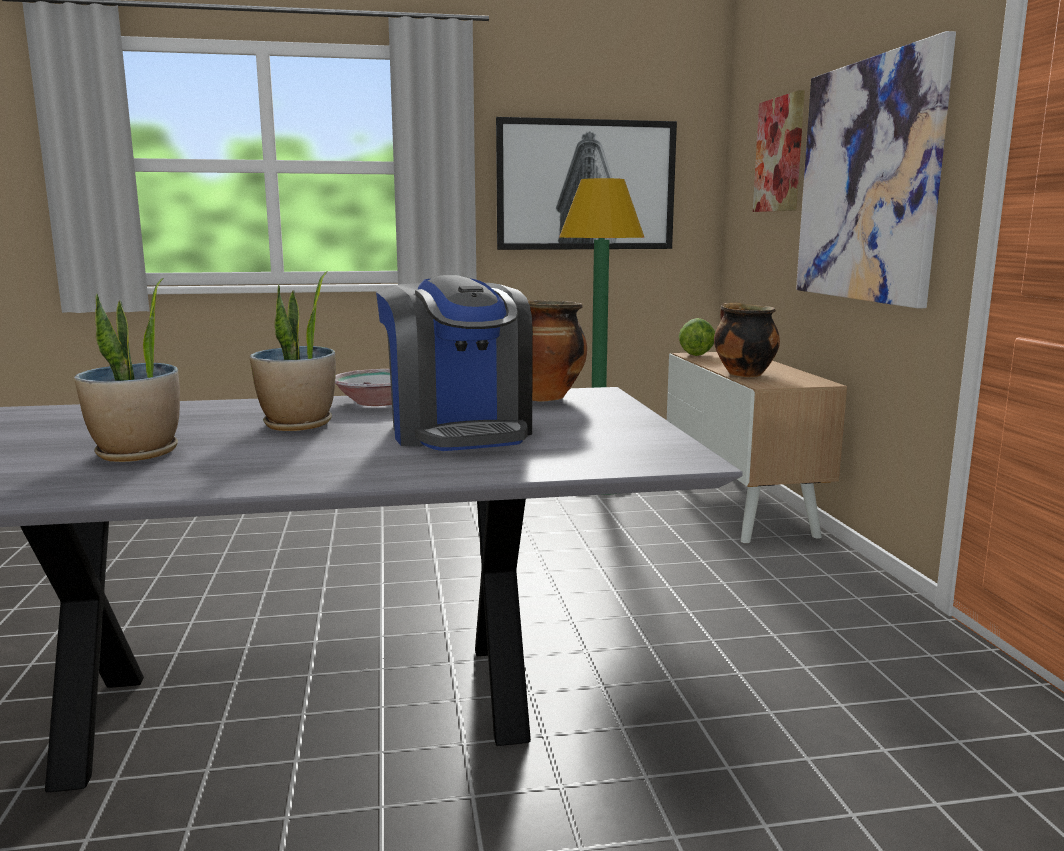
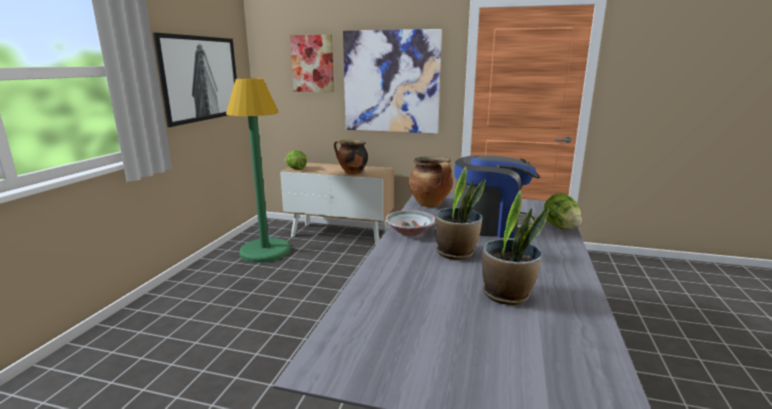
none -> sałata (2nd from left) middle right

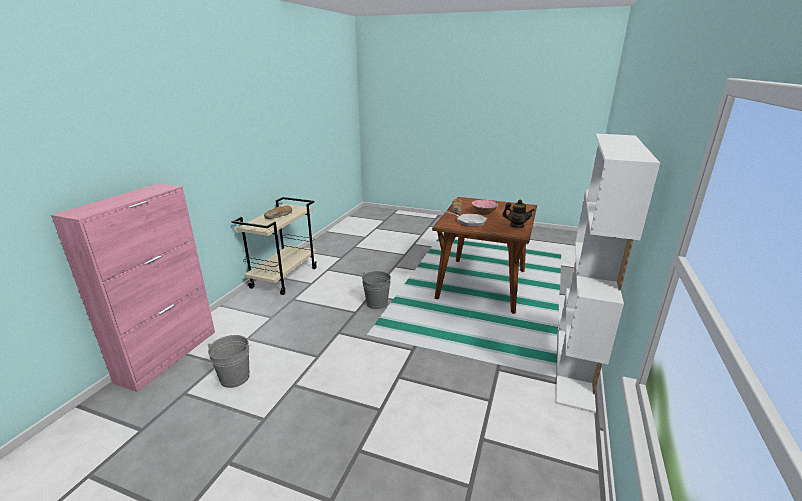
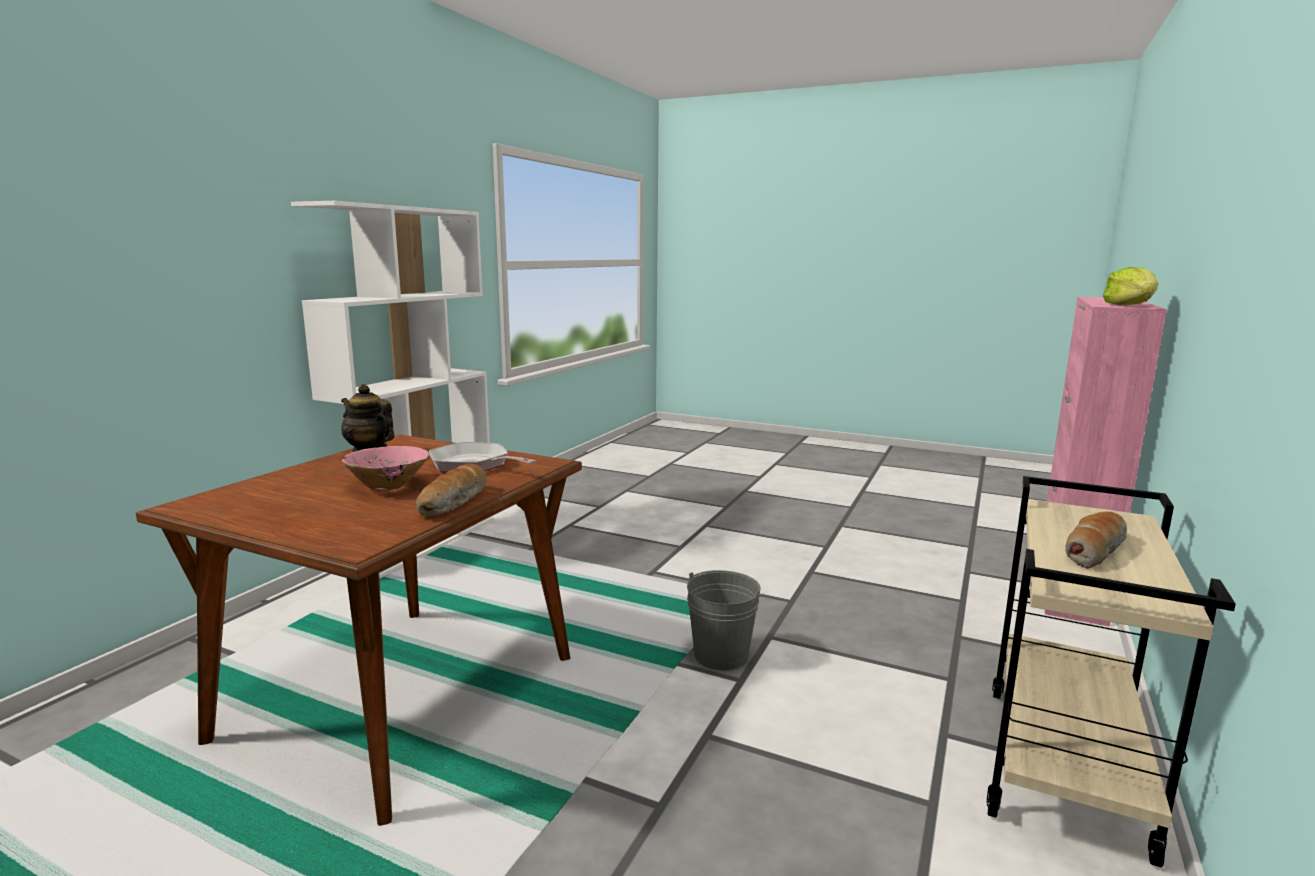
none -> sałata top right
wiadro (szary) (1st from left) bottom left -> none

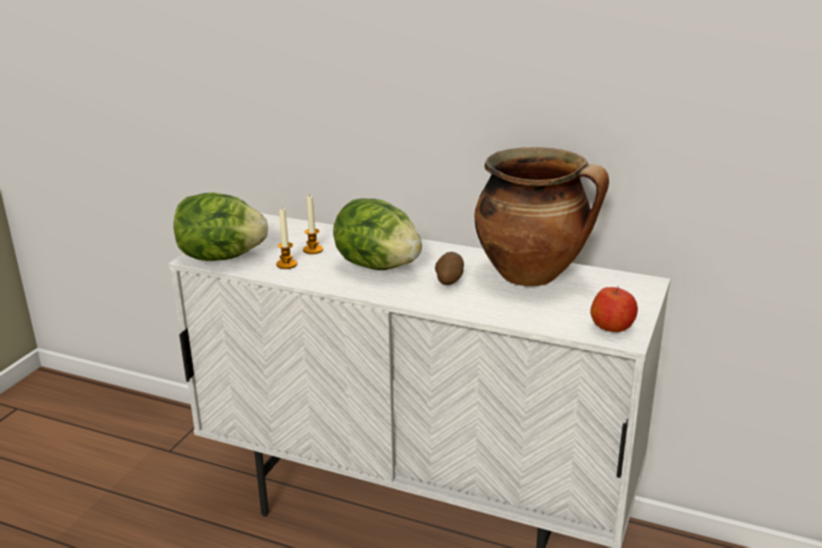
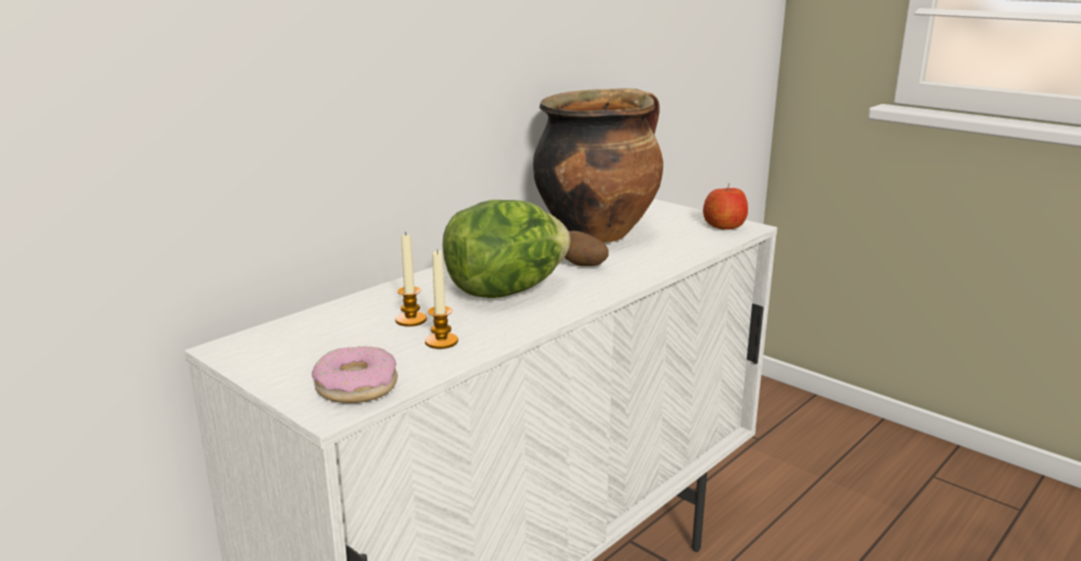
sałata (1st from left) middle left -> donut bottom left

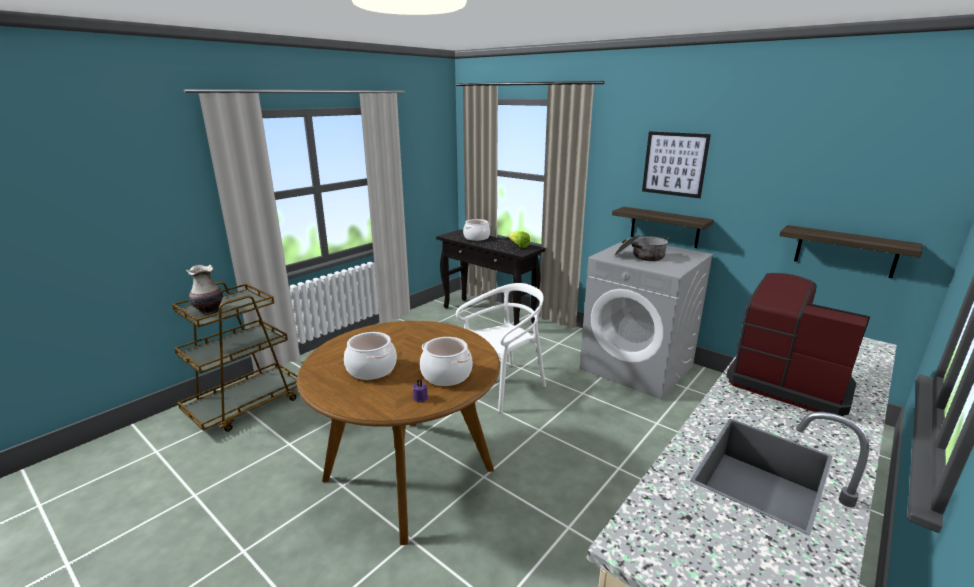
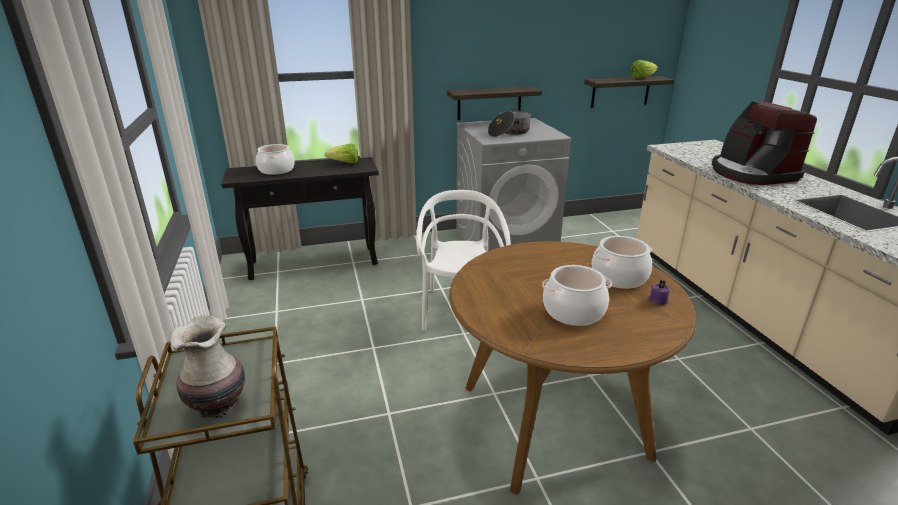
none -> sałata (2nd from left) top right
ekspres do kawy middle right -> ekspres do kawy top right, 90 degrees counterclockwise
obraz top right -> none

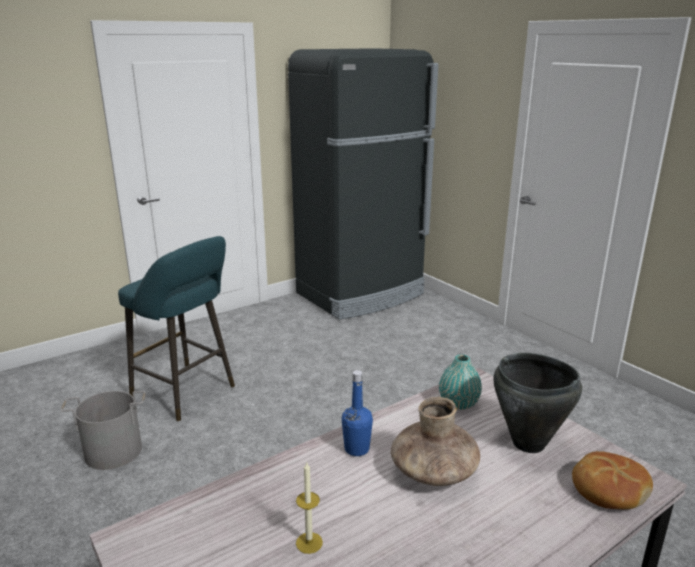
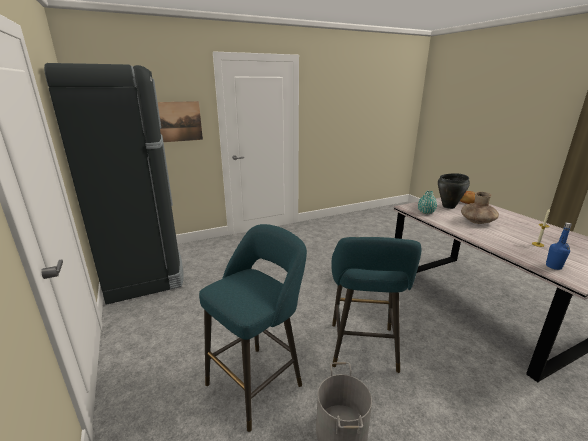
none -> obraz top left
none -> stołek (turkusowy) (2nd from left) bottom centre
butelka (niebieski) bottom centre -> butelka (niebieski) middle right, moved

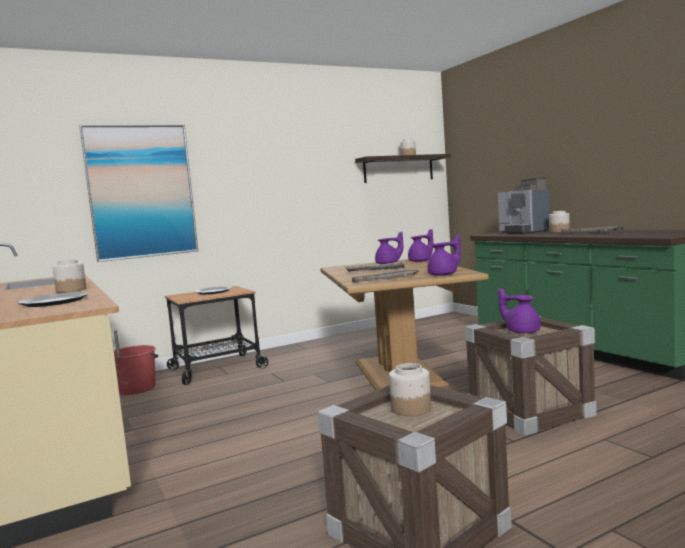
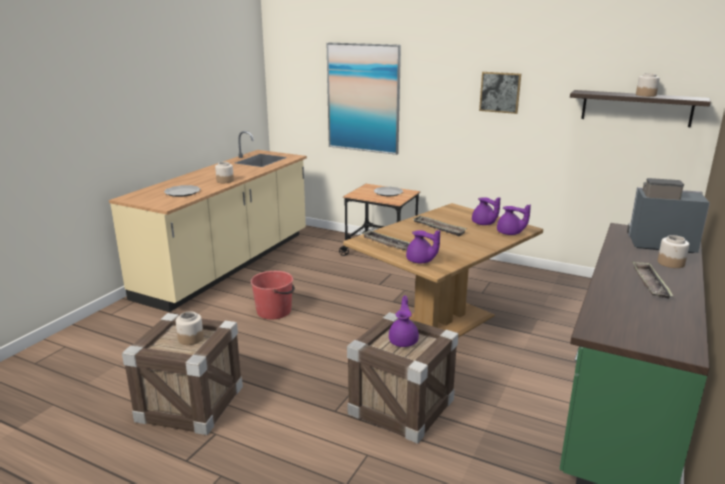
wiadro (czerwony) bottom left -> wiadro (czerwony) centre, moved
none -> obraz (2nd from left) top right
ekspres do kawy middle right, 75 degrees clockwise

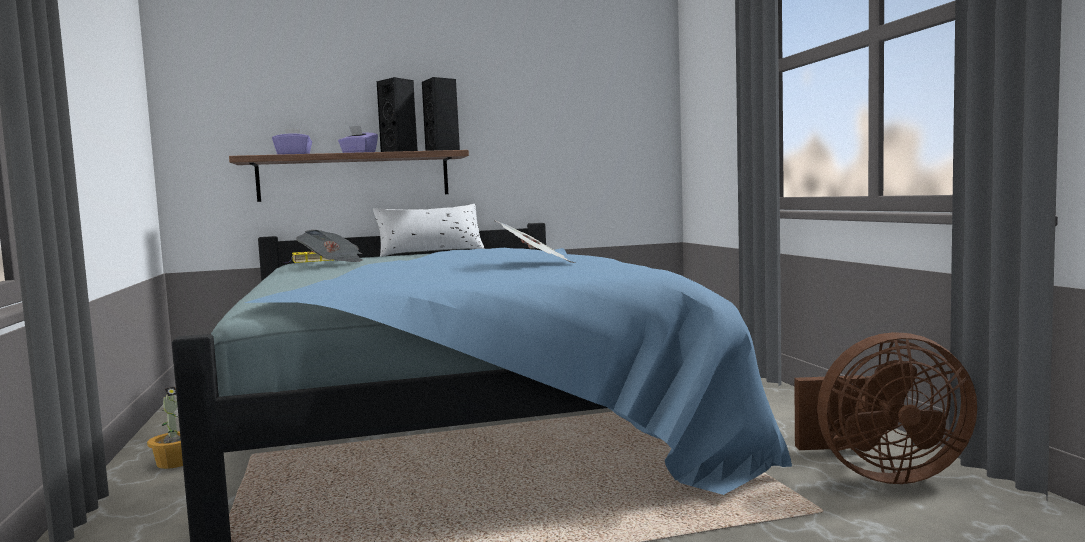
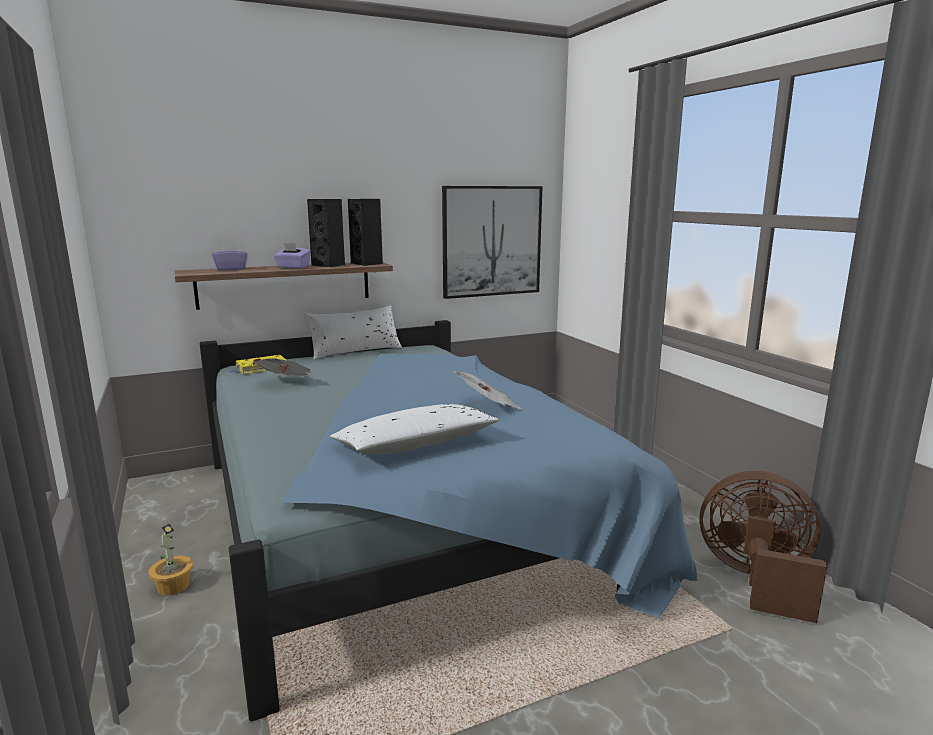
none -> poduszka (biały) (2nd from left) centre
none -> obraz top centre
wentylator (brązowy) bottom right, 150 degrees counterclockwise

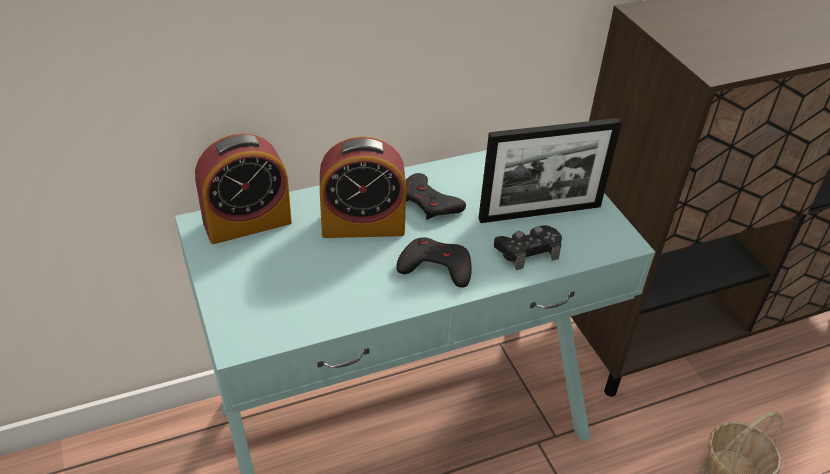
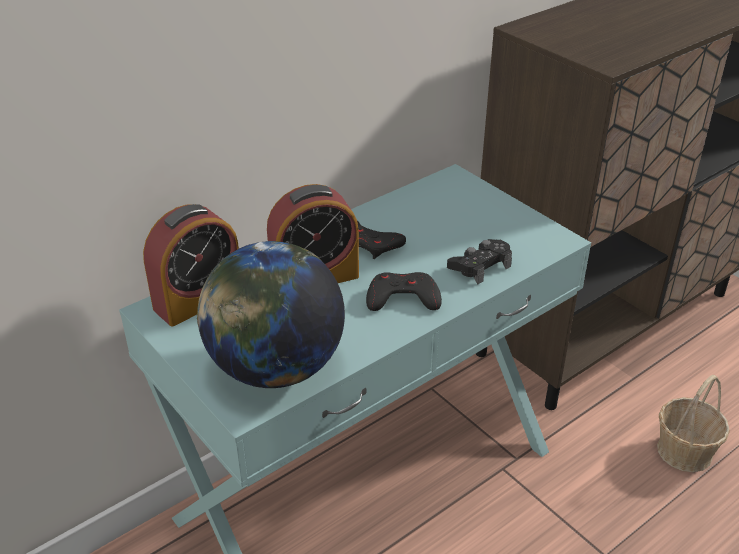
none -> globus centre
ramka na zdjęcie centre -> none

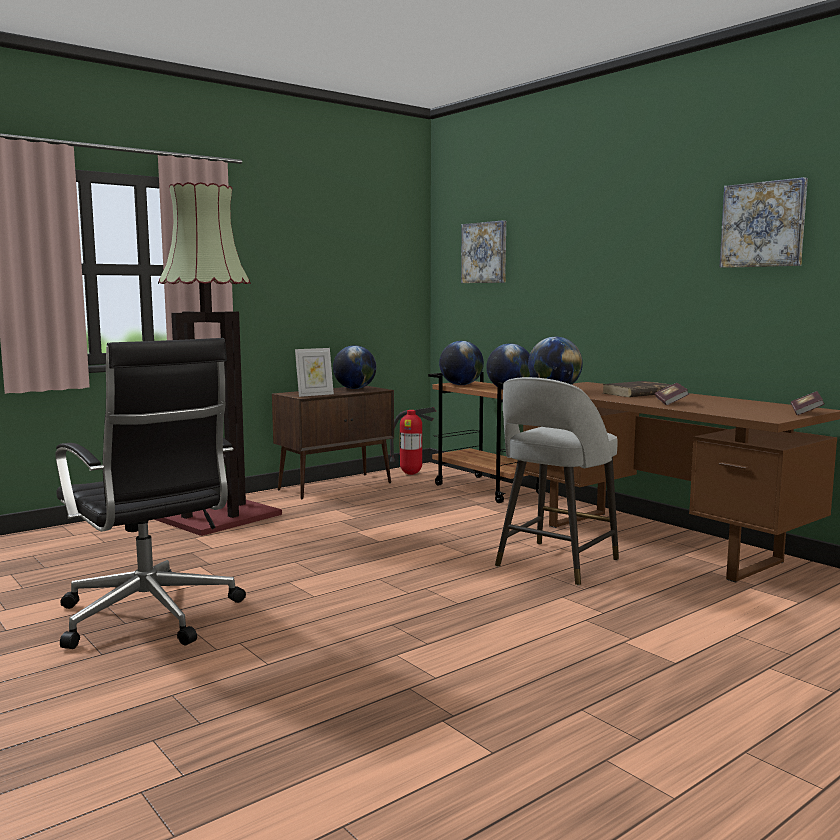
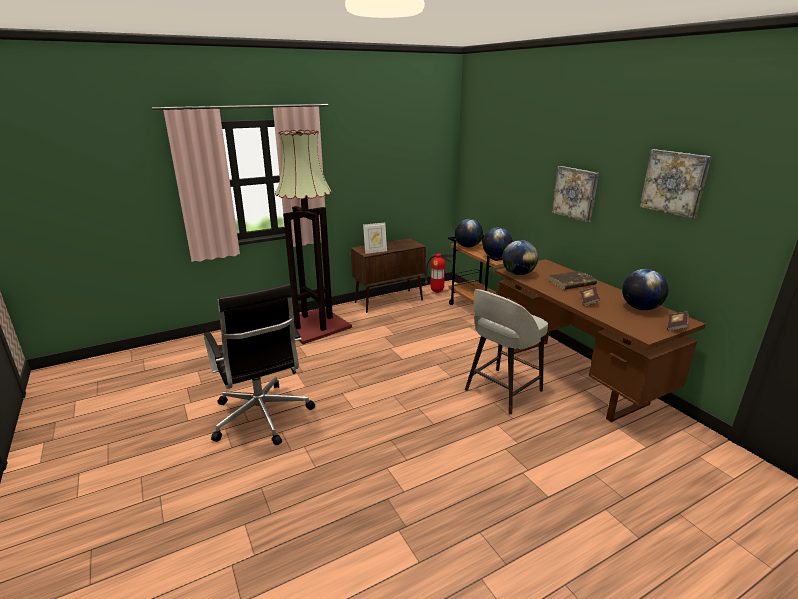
obraz (1st from left) top centre -> obraz (1st from left) top right, moved
globus (1st from left in the first image) centre -> globus (4th from left) middle right, moved

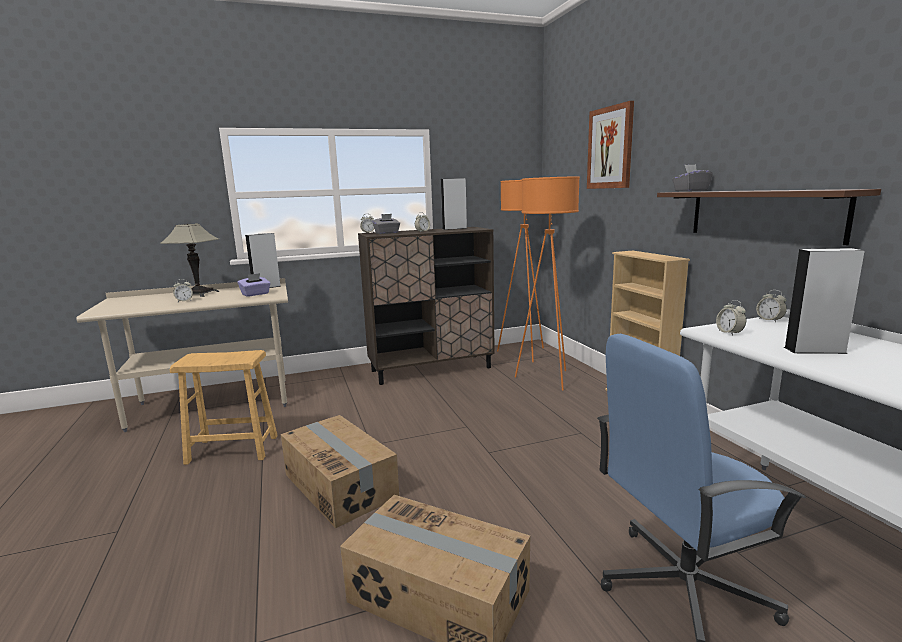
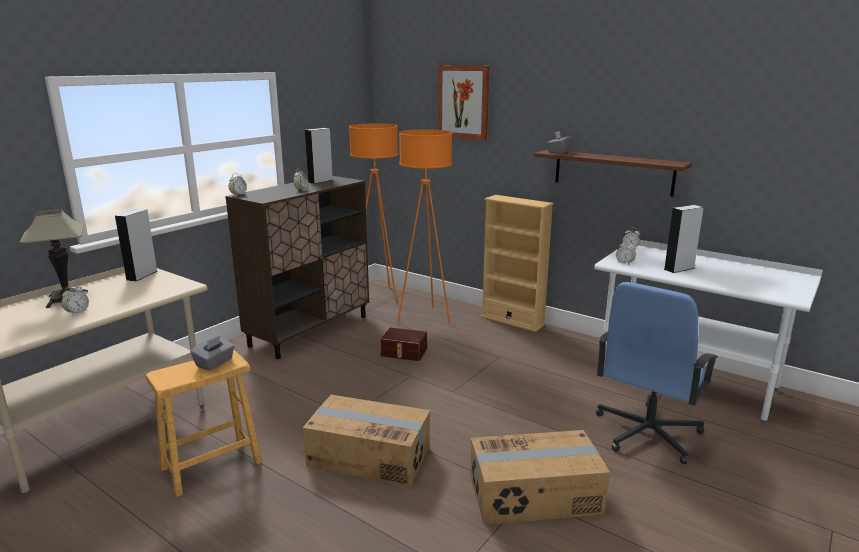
pudełko chusteczek (szary) (1st from left) centre -> pudełko chusteczek (szary) (1st from left) middle left, moved
none -> pojemnik do przechowywania (brązowy) centre
pudełko chusteczek (fioletowy) middle left -> none

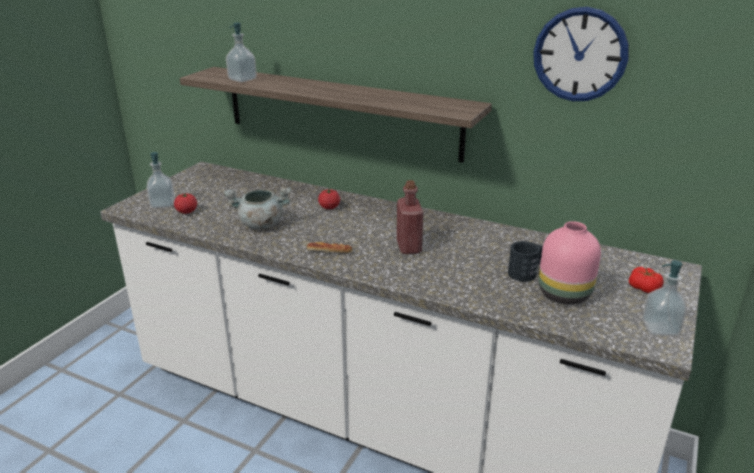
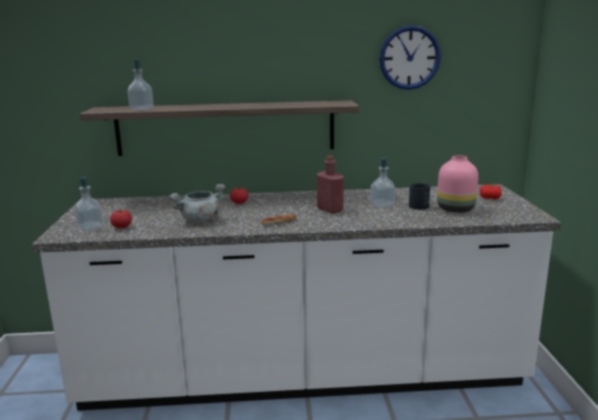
dozownik mydła (3rd from left) middle right -> dozownik mydła (3rd from left) centre, moved

